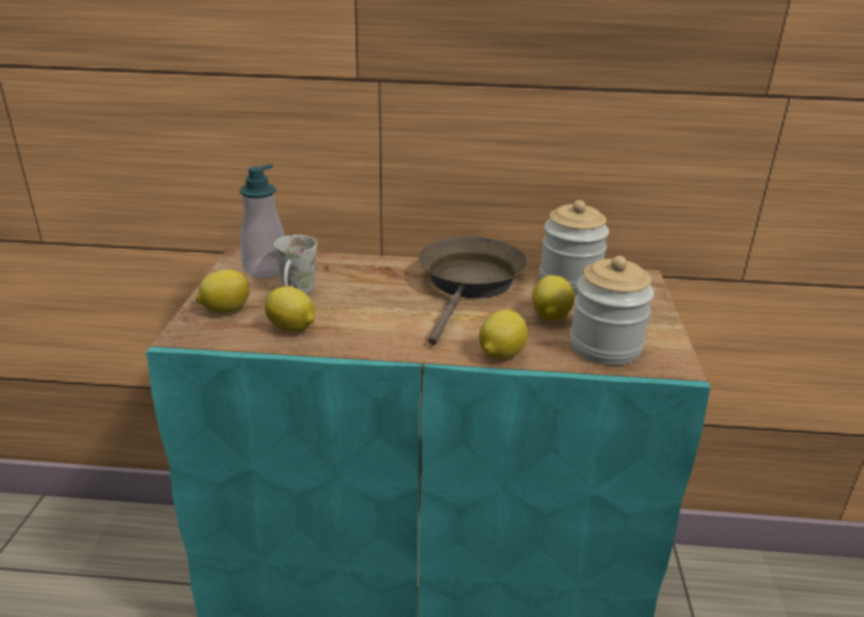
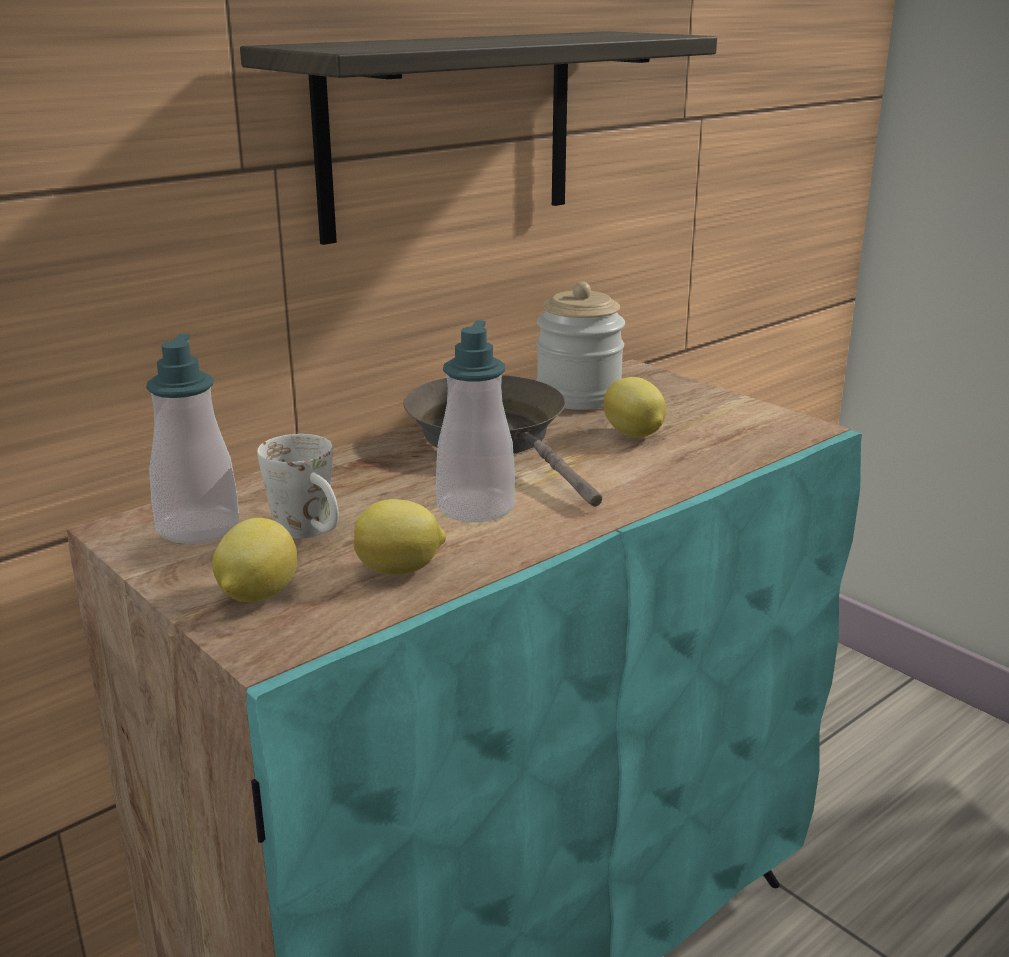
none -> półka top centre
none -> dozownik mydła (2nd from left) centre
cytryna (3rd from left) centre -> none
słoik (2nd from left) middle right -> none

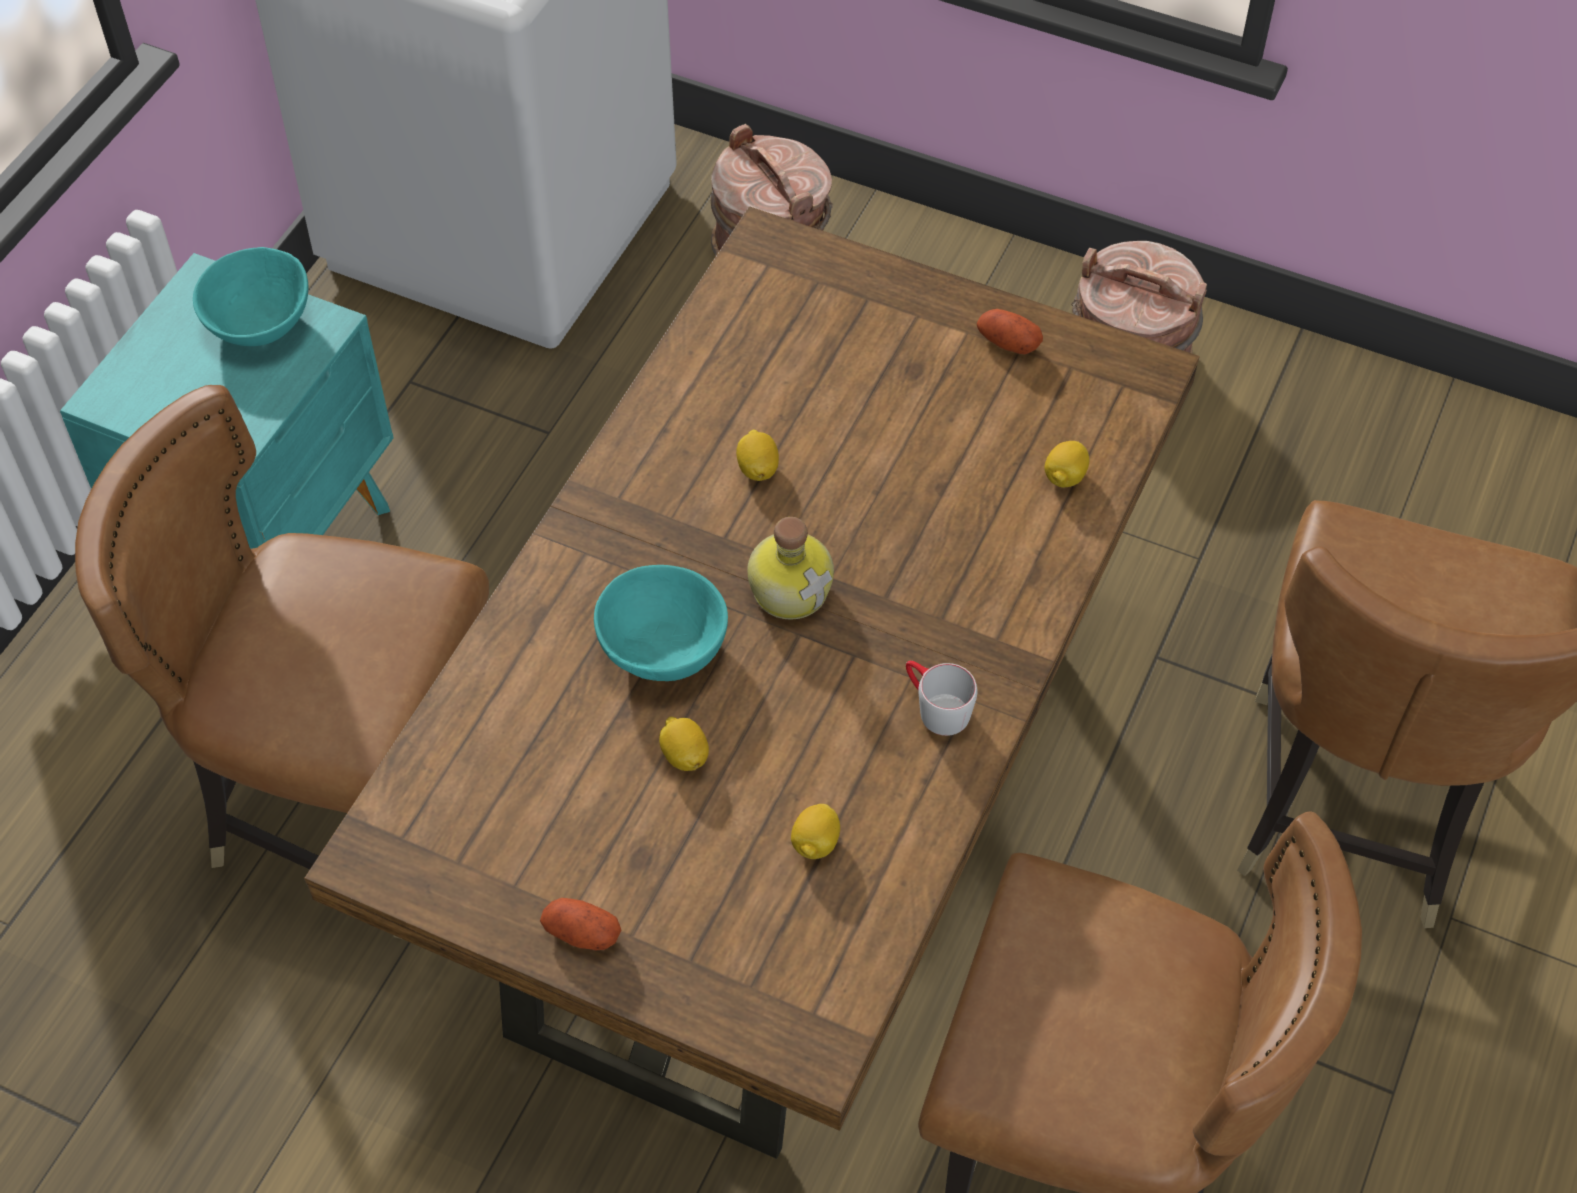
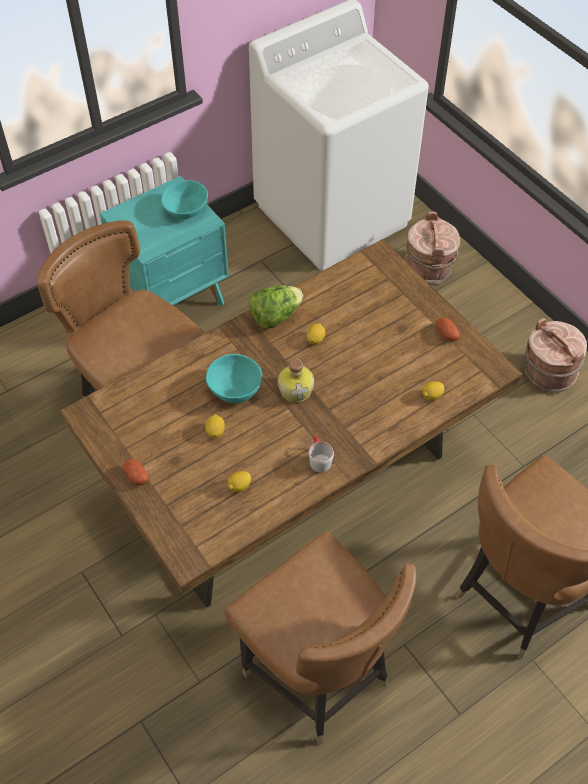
none -> sałata centre

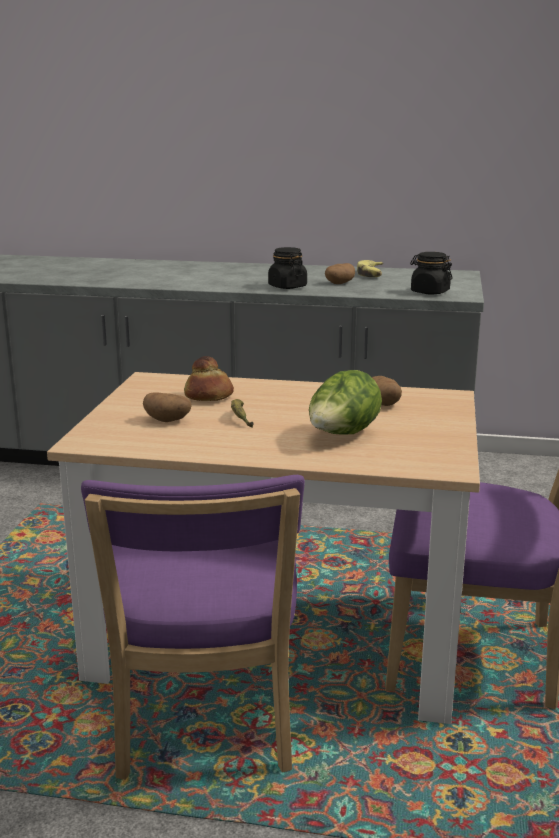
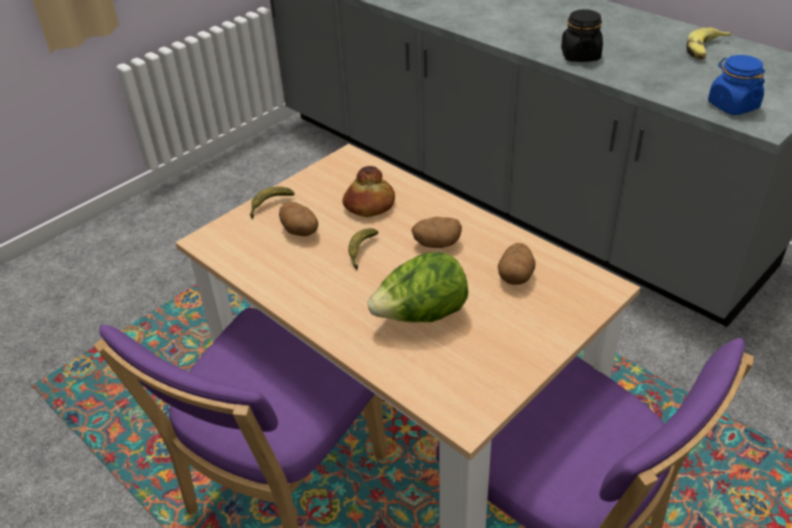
none -> banan (1st from left) centre
ziemniak (2nd from left) top centre -> ziemniak (2nd from left) centre, moved
słoik (czarny) (2nd from left) top right -> słoik (niebieski) top right

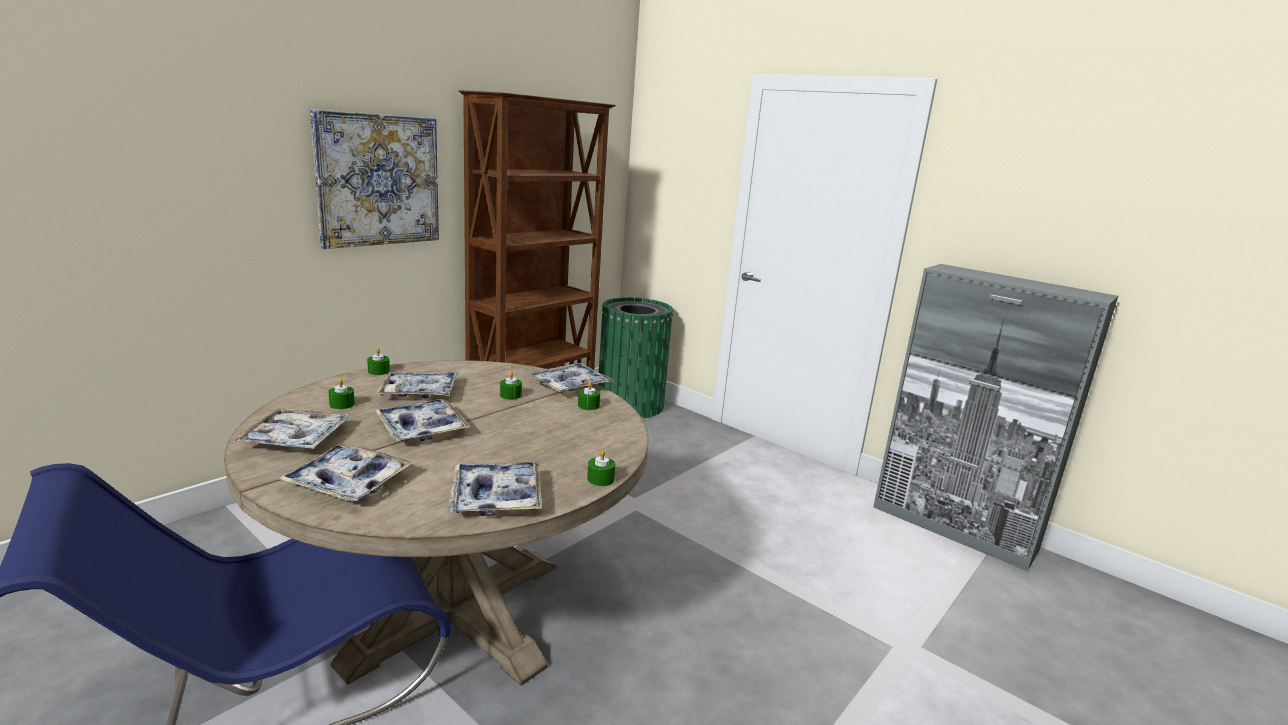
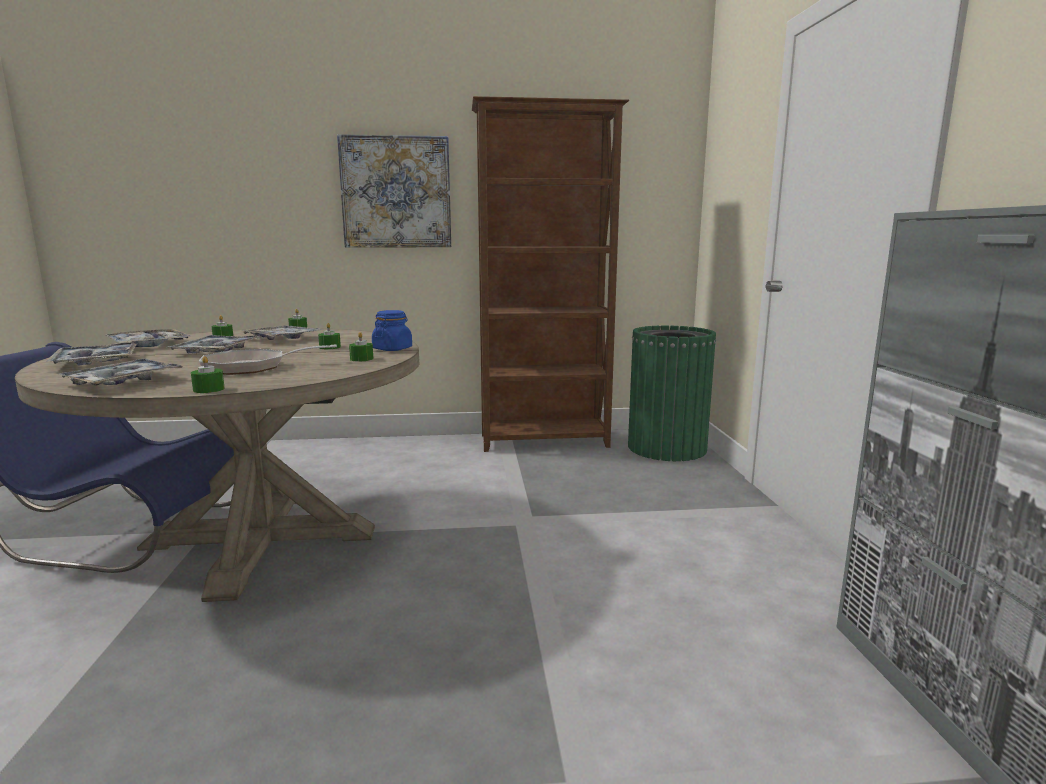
none -> patelnia middle left
taca (6th from left) centre -> słoik (niebieski) centre

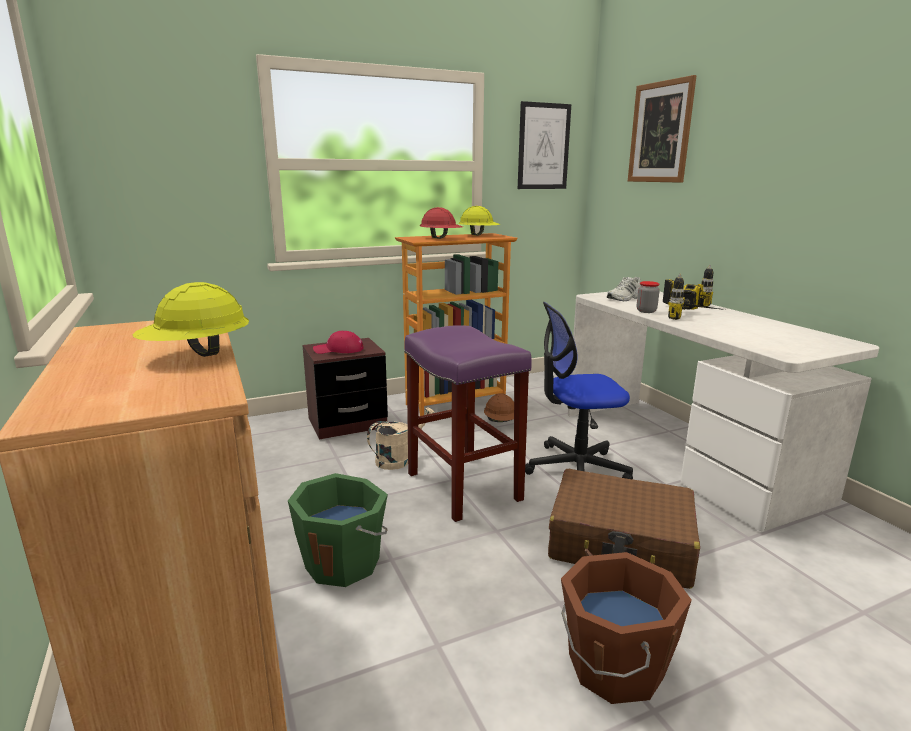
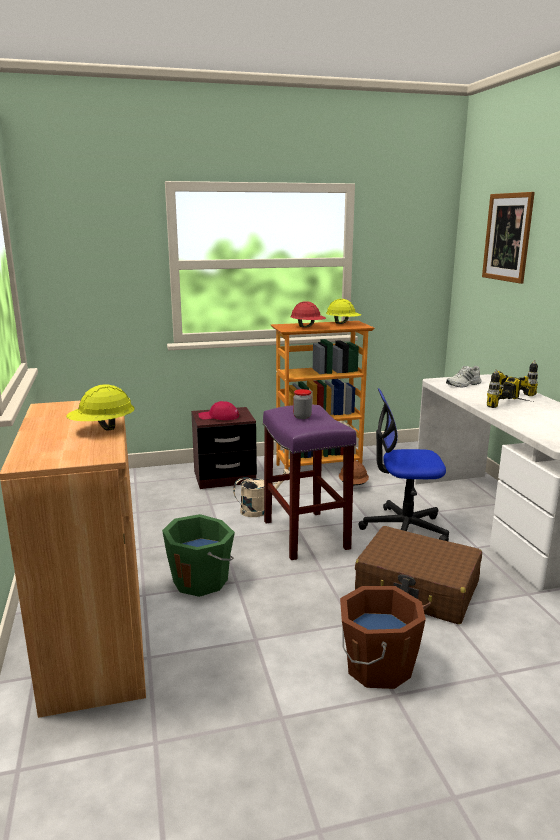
słoik middle right -> słoik centre, moved
obraz (1st from left) top centre -> none

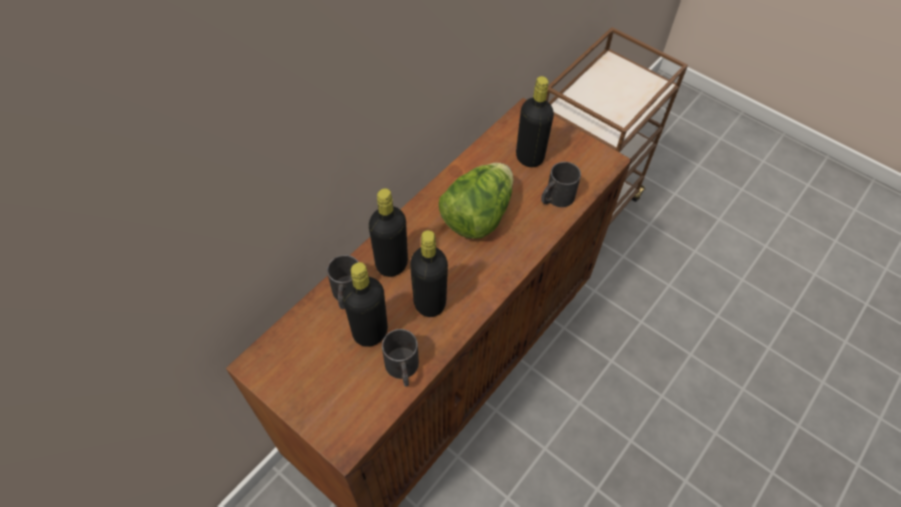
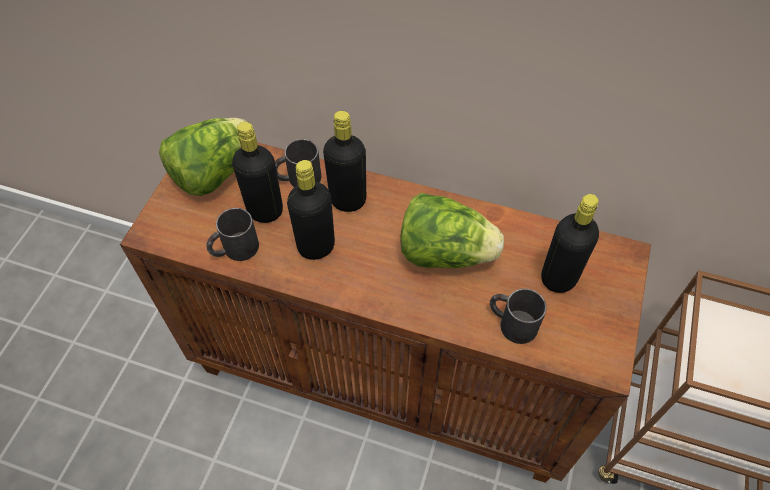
none -> sałata (1st from left) top left

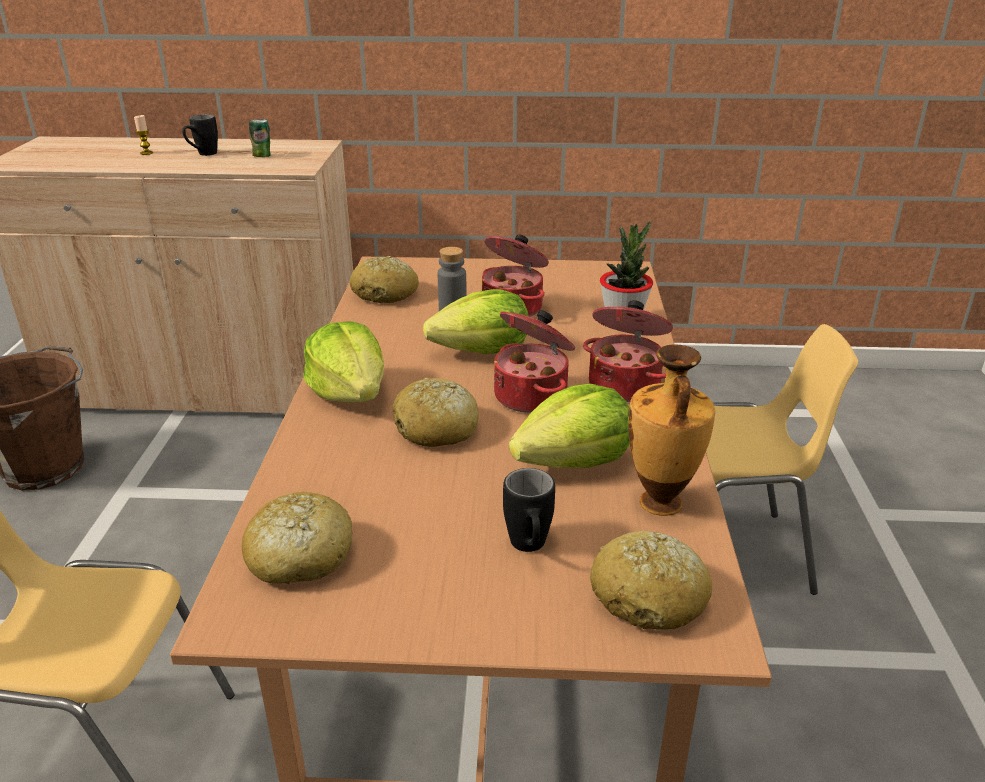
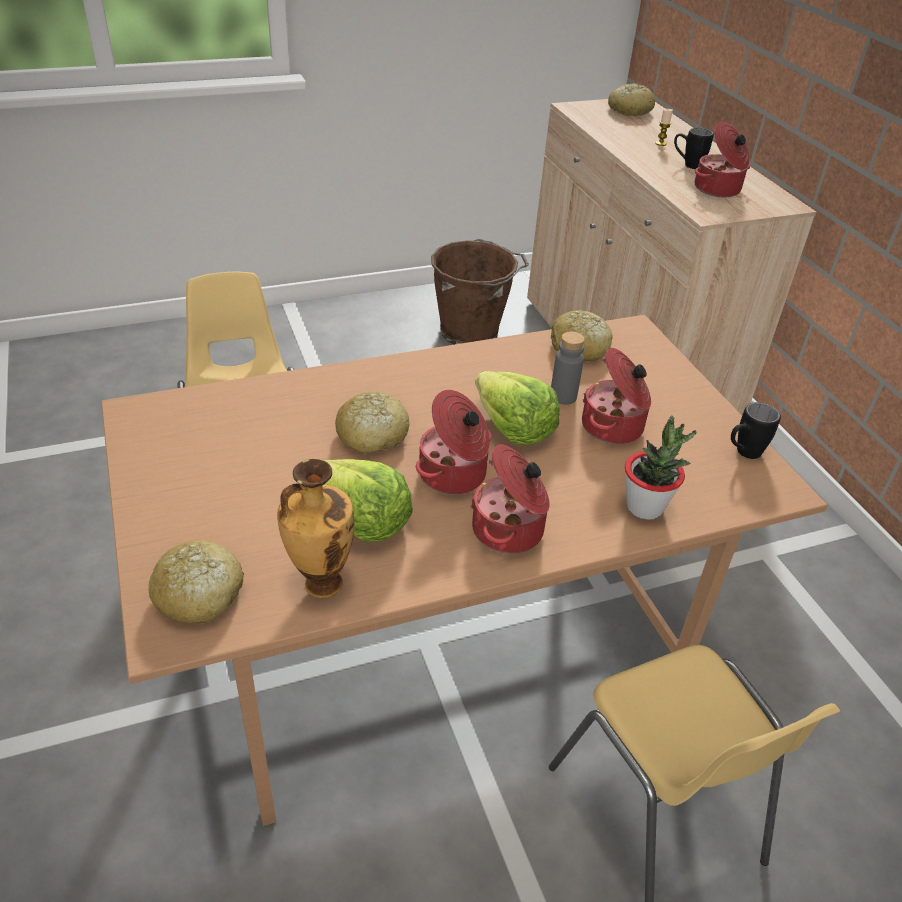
chleb (1st from left in the first image) bottom left -> chleb (4th from left) top right, moved
puszka top left -> garnek (4th from left) top right
kubek (czarny) (2nd from left) centre -> kubek (czarny) (2nd from left) middle right, moved
sałata (1st from left) centre -> none

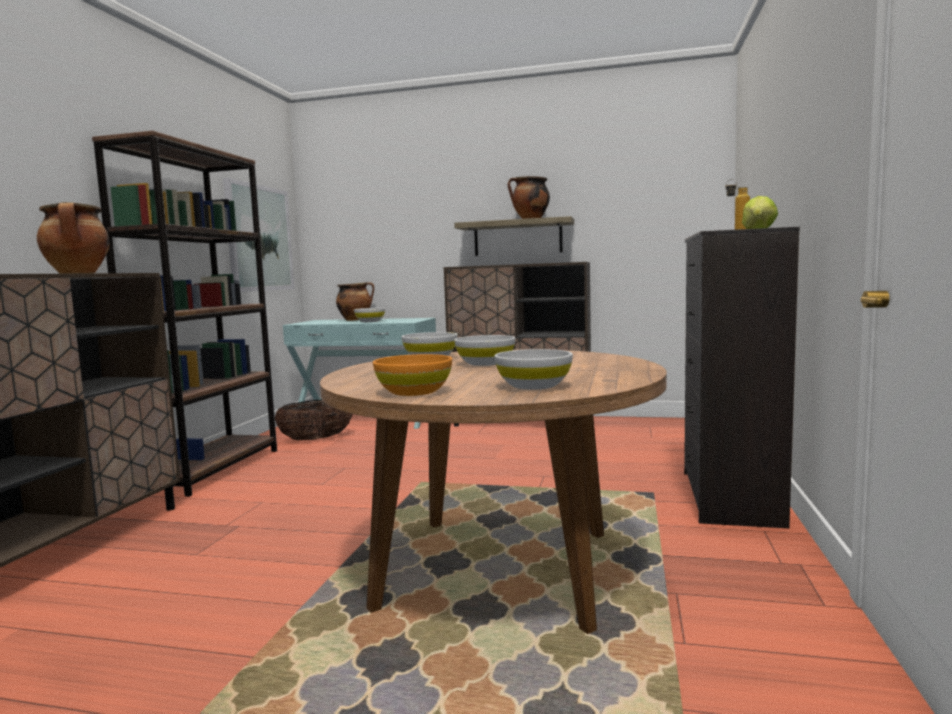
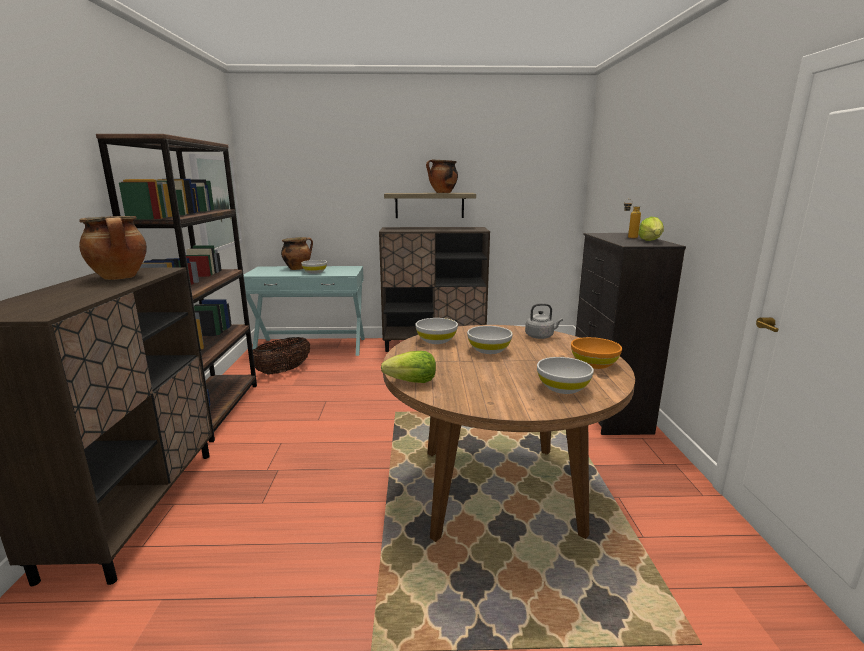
none -> sałata (1st from left) centre
none -> czajnik (szary) centre
miska (pomarańczowy) centre -> miska (pomarańczowy) middle right, moved

